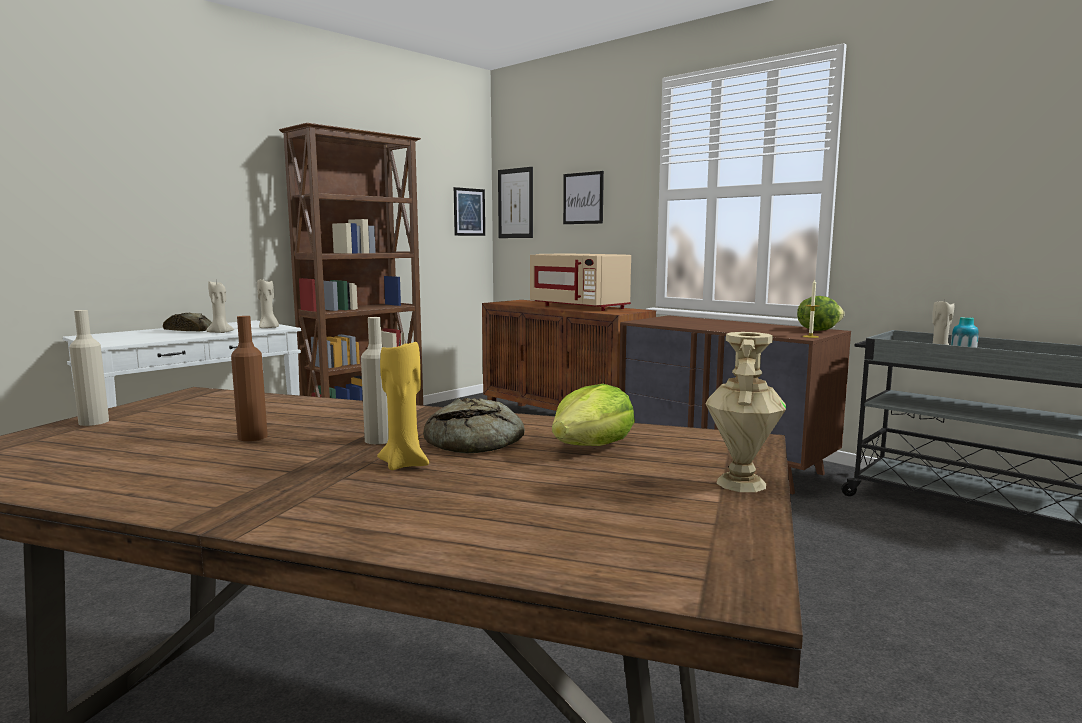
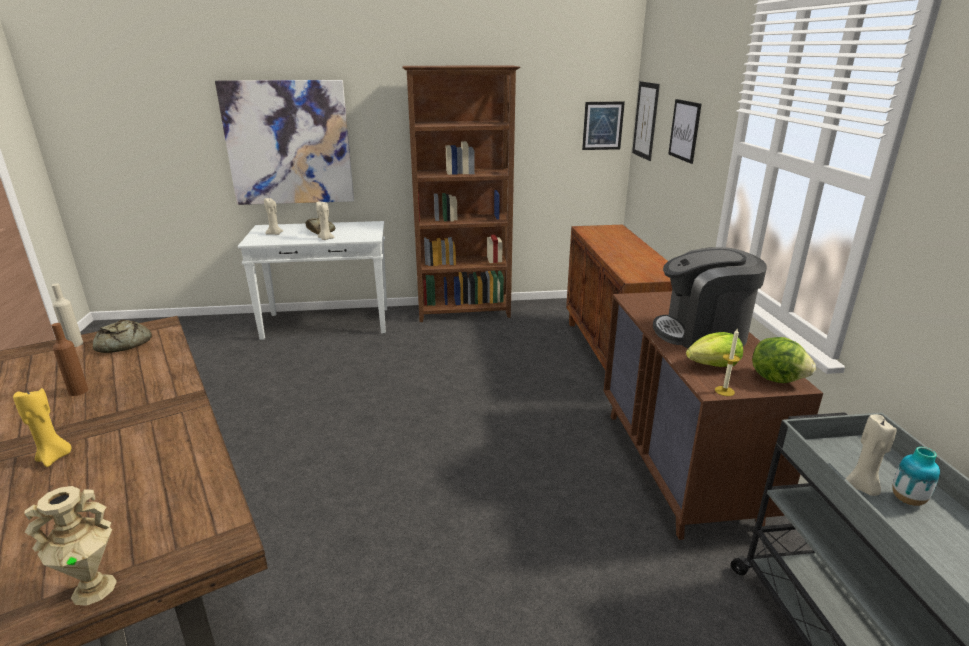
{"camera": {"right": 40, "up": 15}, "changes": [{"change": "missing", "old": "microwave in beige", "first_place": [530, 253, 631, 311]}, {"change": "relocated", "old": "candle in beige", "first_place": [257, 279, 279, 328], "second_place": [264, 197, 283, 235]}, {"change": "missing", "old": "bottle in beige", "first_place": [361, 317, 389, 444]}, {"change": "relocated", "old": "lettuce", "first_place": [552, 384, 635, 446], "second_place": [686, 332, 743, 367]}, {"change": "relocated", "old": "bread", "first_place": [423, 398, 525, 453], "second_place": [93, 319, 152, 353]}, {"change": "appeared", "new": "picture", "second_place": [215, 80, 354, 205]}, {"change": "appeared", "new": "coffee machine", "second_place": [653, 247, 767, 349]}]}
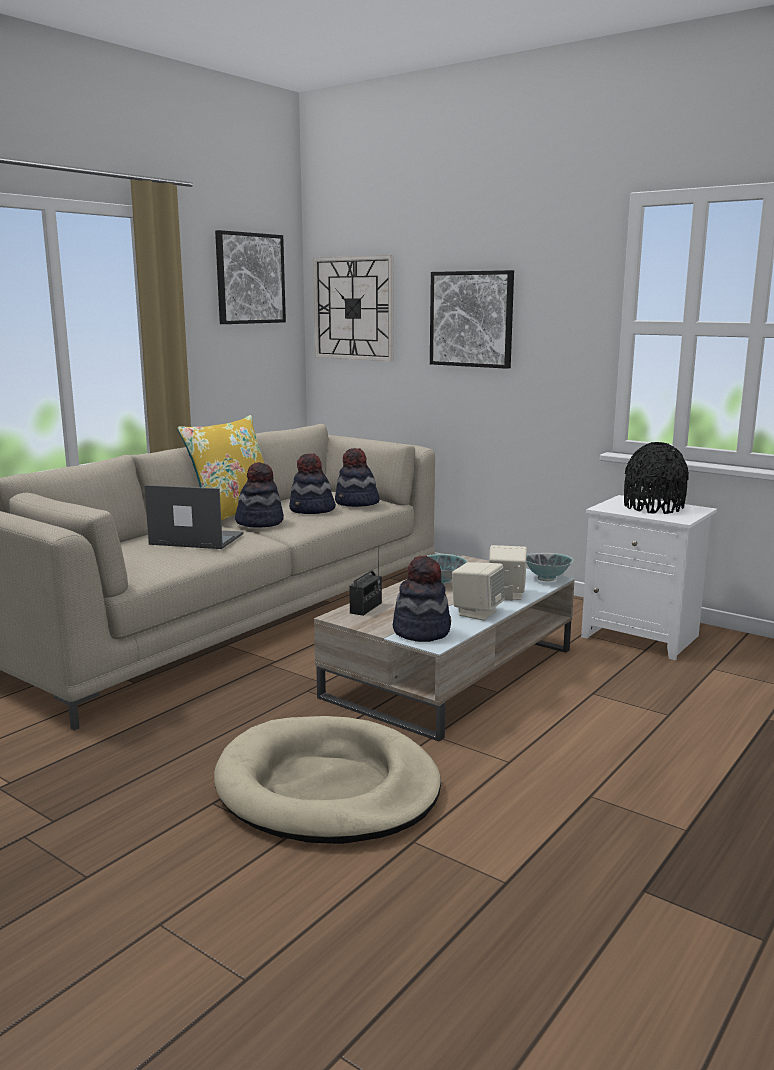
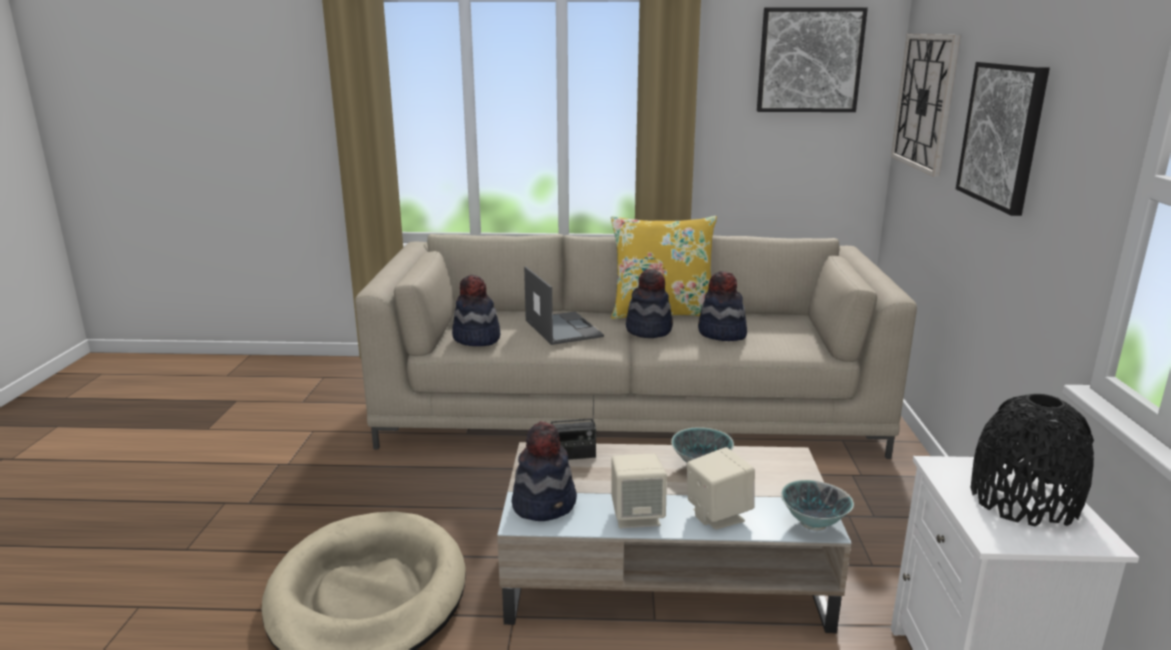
{"camera": {"right": 55, "up": 5}, "changes": [{"change": "relocated", "old": "hat", "first_place": [335, 448, 380, 507], "second_place": [452, 275, 500, 346]}]}
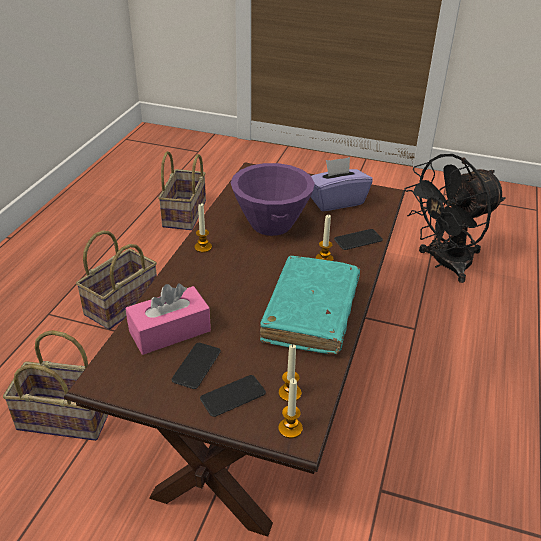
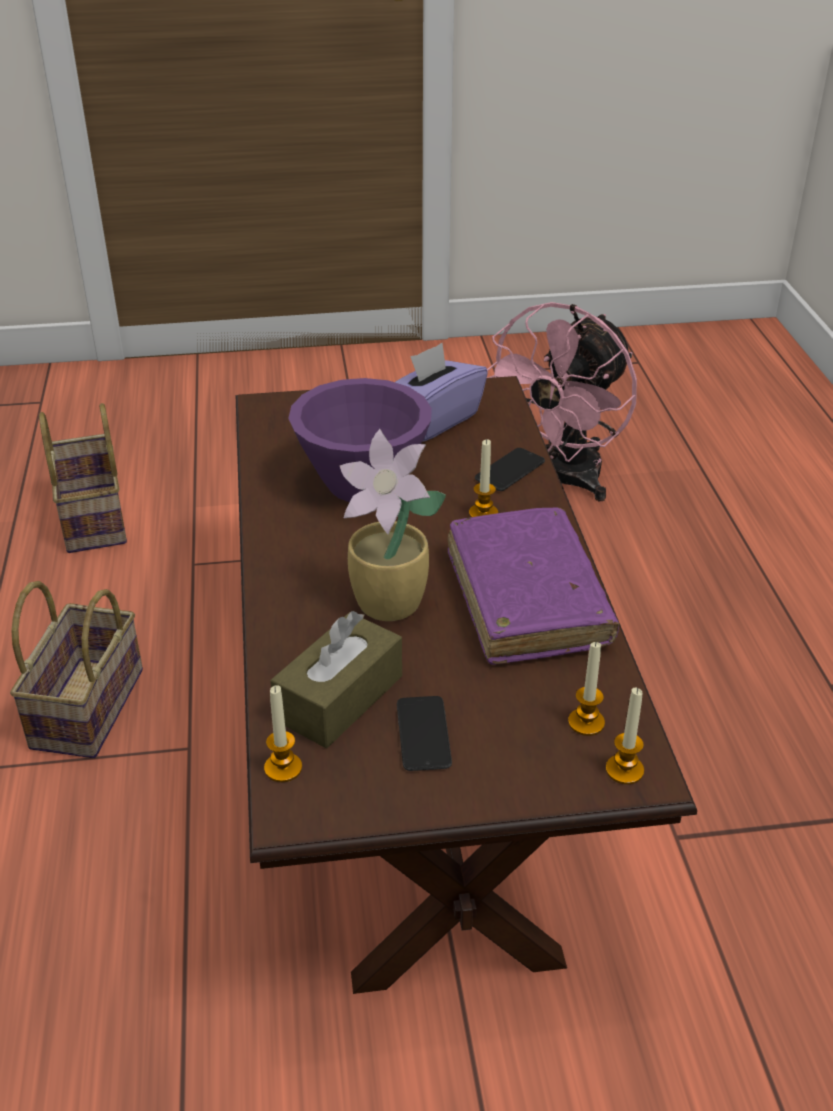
{"camera": {"right": -25, "up": 0}, "changes": [{"change": "colour", "old": "fan in black", "new": "fan in pink", "first_place": [404, 154, 506, 283], "second_place": [487, 302, 637, 502]}, {"change": "relocated", "old": "candle", "first_place": [194, 203, 212, 253], "second_place": [264, 685, 302, 782]}, {"change": "colour", "old": "book in turquoise", "new": "book in purple", "first_place": [260, 256, 360, 354], "second_place": [448, 507, 619, 665]}, {"change": "colour", "old": "tissue box in pink", "new": "tissue box in brown", "first_place": [125, 284, 211, 355], "second_place": [270, 611, 402, 748]}, {"change": "missing", "old": "basket", "first_place": [3, 330, 108, 441]}, {"change": "missing", "old": "phone", "first_place": [200, 375, 266, 417]}, {"change": "appeared", "new": "potted plant", "second_place": [340, 429, 446, 621]}]}
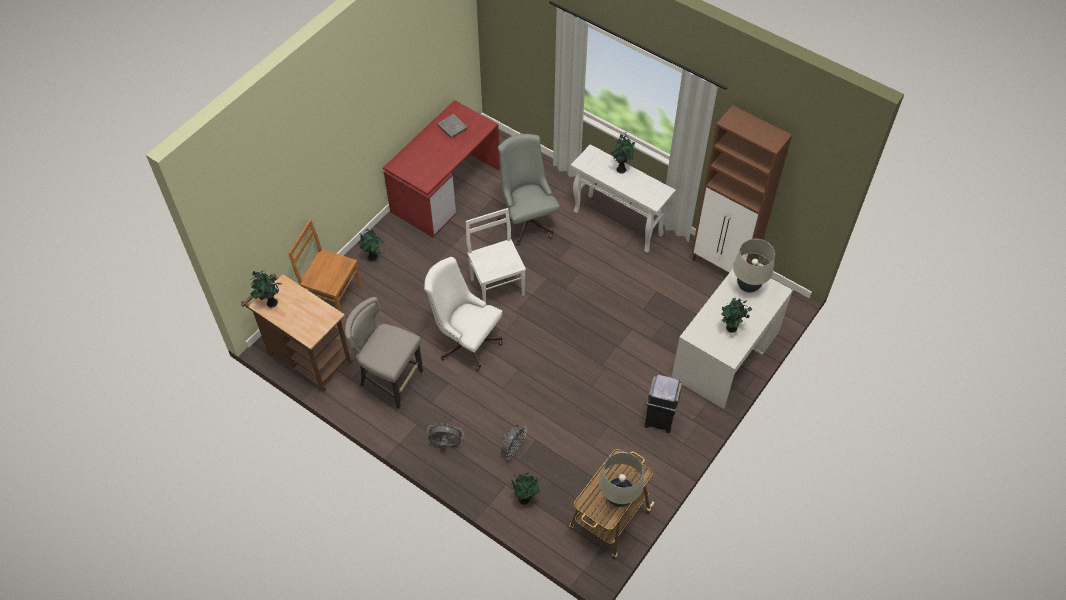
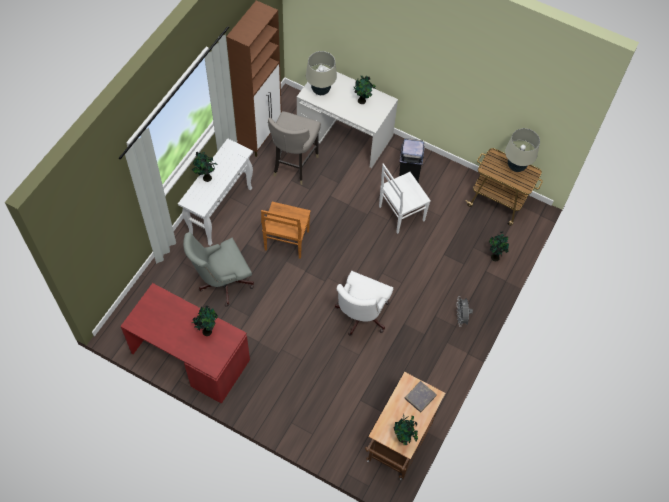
{"camera": {"right": -100, "up": 5}, "changes": [{"change": "relocated", "old": "book in grey", "first_place": [437, 114, 468, 139], "second_place": [404, 381, 437, 412]}, {"change": "relocated", "old": "chair in white", "first_place": [466, 208, 526, 303], "second_place": [379, 164, 431, 234]}, {"change": "relocated", "old": "chair in brown", "first_place": [288, 220, 361, 321], "second_place": [261, 202, 311, 259]}, {"change": "relocated", "old": "potted plant", "first_place": [358, 228, 384, 261], "second_place": [192, 306, 218, 336]}, {"change": "relocated", "old": "stool in grey", "first_place": [345, 297, 424, 413], "second_place": [268, 111, 321, 185]}, {"change": "missing", "old": "fan in grey", "first_place": [501, 425, 527, 460]}]}
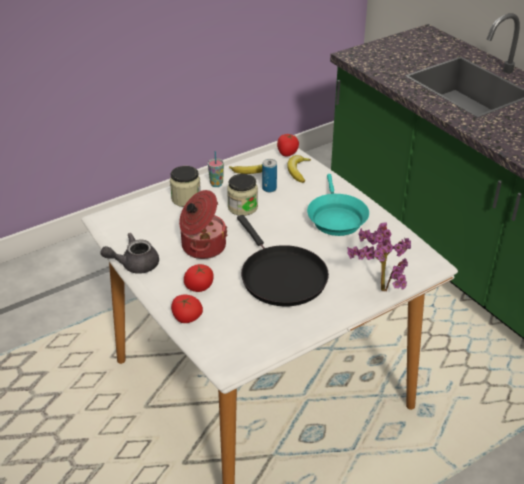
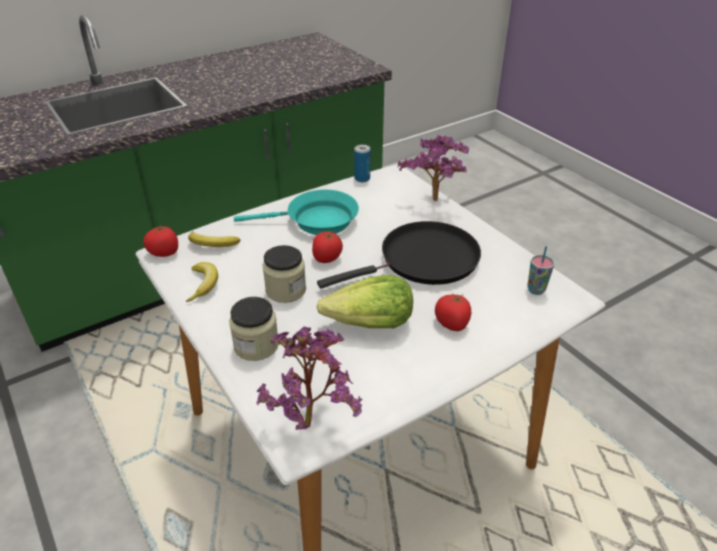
{"camera": {"right": -90, "up": 0}, "changes": [{"change": "relocated", "old": "cup", "first_place": [208, 151, 224, 187], "second_place": [527, 246, 555, 295]}, {"change": "relocated", "old": "can", "first_place": [262, 159, 277, 192], "second_place": [354, 144, 371, 182]}, {"change": "exchanged", "old": "cooking pot", "new": "lettuce", "first_place": [179, 190, 227, 259], "second_place": [316, 275, 413, 328]}, {"change": "missing", "old": "teapot in grey", "first_place": [100, 233, 159, 274]}, {"change": "relocated", "old": "tomato", "first_place": [171, 294, 203, 323], "second_place": [312, 232, 343, 263]}, {"change": "appeared", "new": "potted plant", "second_place": [257, 327, 362, 430]}]}
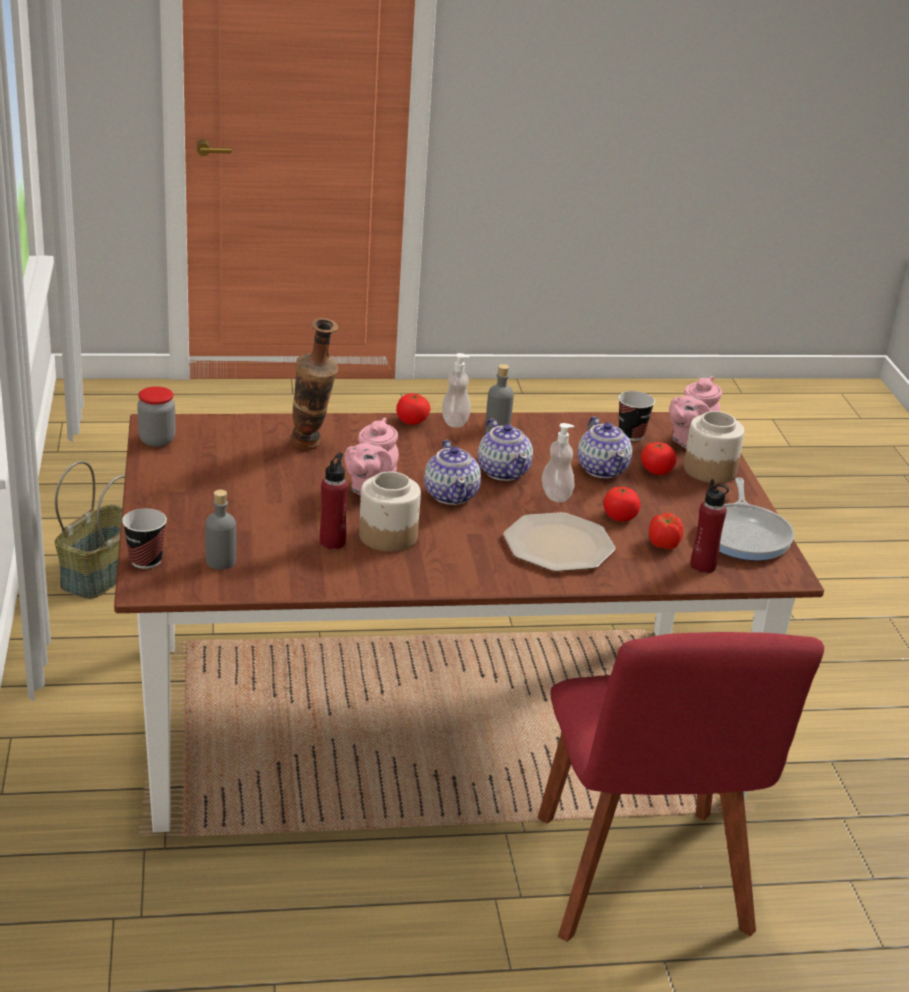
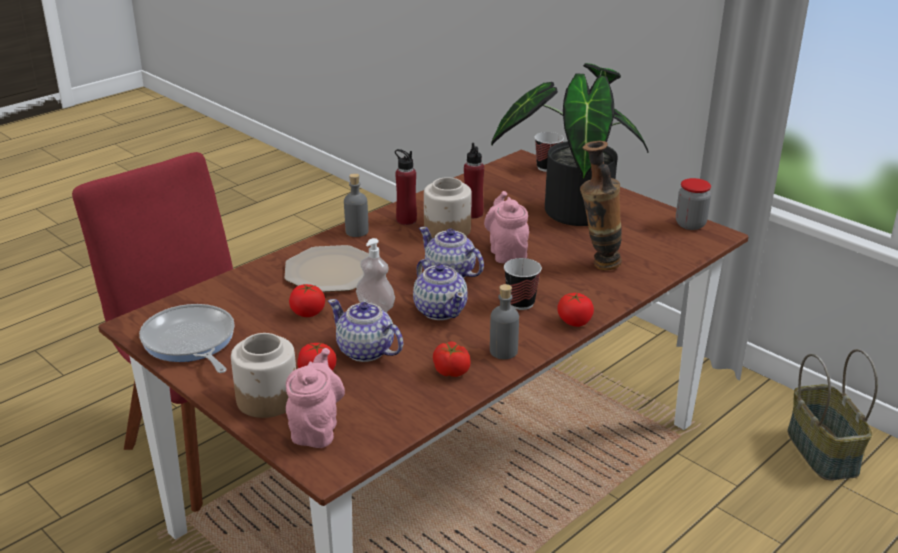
{"camera": {"right": 145, "up": 0}, "changes": [{"change": "missing", "old": "soap dispenser", "first_place": [442, 353, 471, 428]}, {"change": "relocated", "old": "cup", "first_place": [618, 391, 655, 441], "second_place": [504, 258, 542, 310]}, {"change": "spun", "old": "teapot", "first_place": [478, 419, 533, 481], "second_place": [413, 259, 468, 320], "degrees": -150}, {"change": "relocated", "old": "bottle in red", "first_place": [691, 479, 729, 573], "second_place": [395, 149, 417, 225]}, {"change": "relocated", "old": "bottle in grey", "first_place": [205, 490, 236, 570], "second_place": [344, 173, 369, 237]}, {"change": "relocated", "old": "tomato", "first_place": [649, 513, 683, 549], "second_place": [433, 341, 470, 377]}, {"change": "appeared", "new": "potted plant", "second_place": [491, 63, 648, 226]}]}
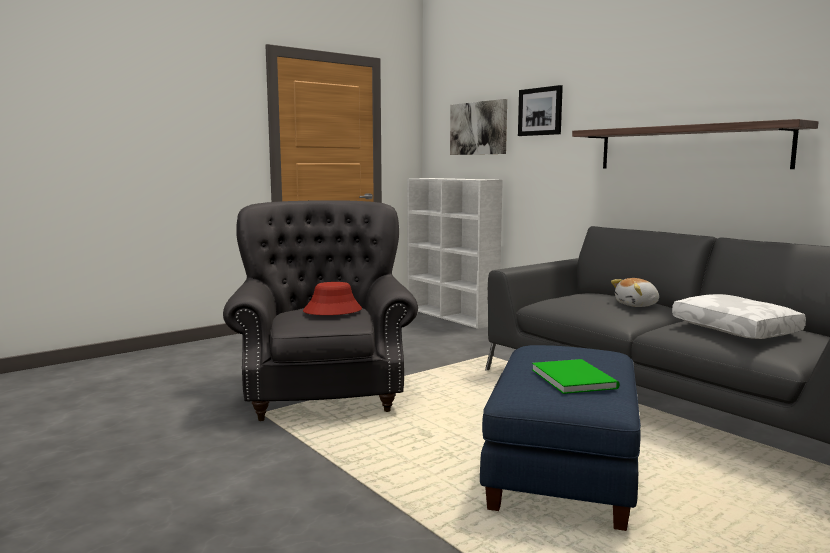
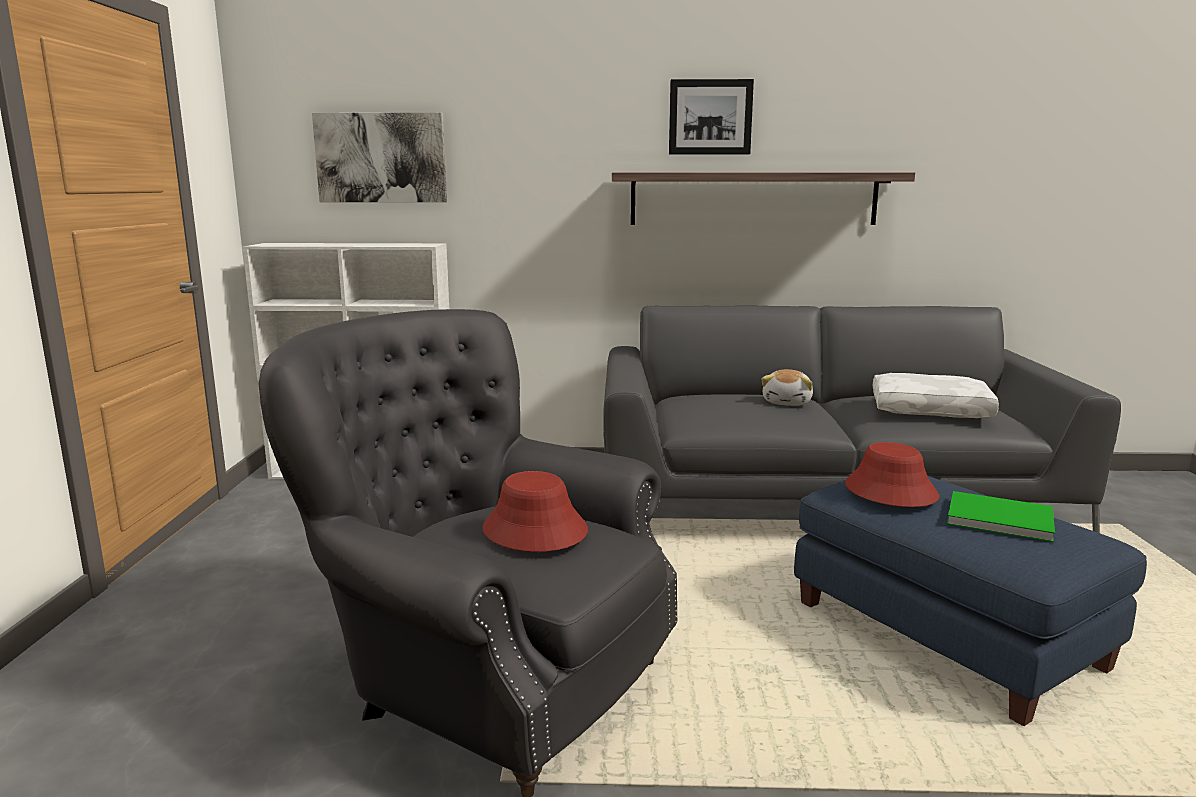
{"camera": {"right": -50, "up": 5}, "changes": [{"change": "relocated", "old": "picture", "first_place": [518, 85, 563, 136], "second_place": [669, 79, 754, 155]}, {"change": "appeared", "new": "hat in red", "second_place": [845, 442, 939, 507]}]}
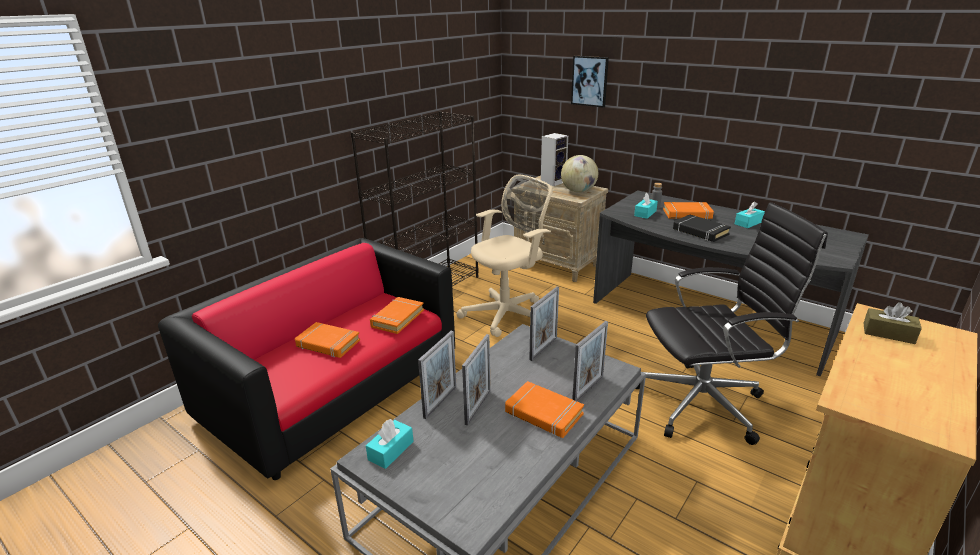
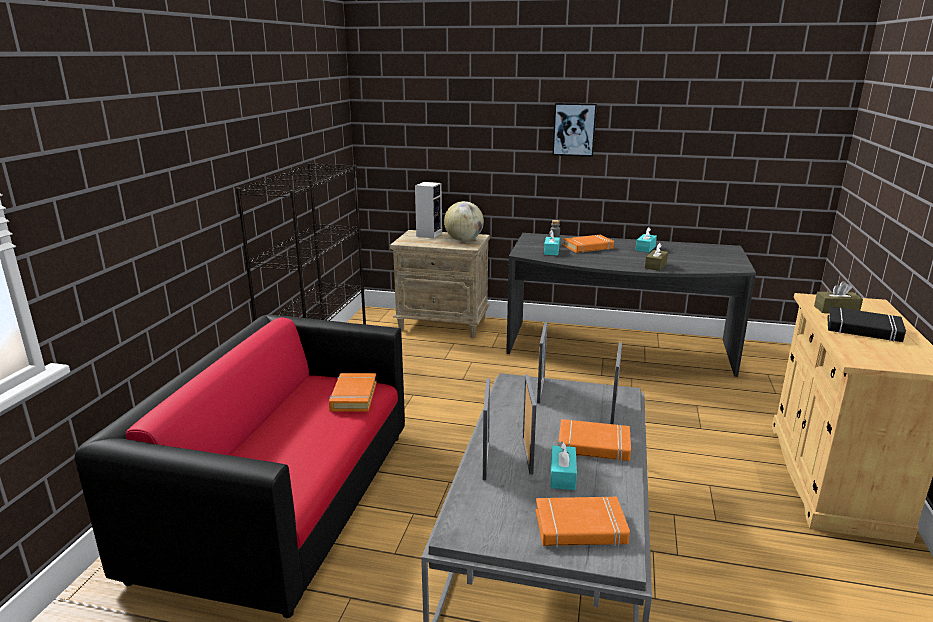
{"camera": {"right": -25, "up": -5}, "changes": [{"change": "relocated", "old": "picture", "first_place": [571, 56, 609, 108], "second_place": [552, 103, 597, 157]}, {"change": "missing", "old": "office chair in beige", "first_place": [456, 175, 553, 337]}, {"change": "missing", "old": "office chair in black", "first_place": [636, 202, 828, 445]}, {"change": "relocated", "old": "book in black", "first_place": [673, 215, 731, 242], "second_place": [827, 307, 906, 342]}, {"change": "relocated", "old": "book in orange", "first_place": [295, 322, 360, 358], "second_place": [536, 497, 630, 548]}, {"change": "relocated", "old": "tissue box in turquoise", "first_place": [366, 419, 414, 469], "second_place": [551, 441, 577, 490]}, {"change": "appeared", "new": "tissue box in brown", "second_place": [645, 243, 668, 271]}]}
